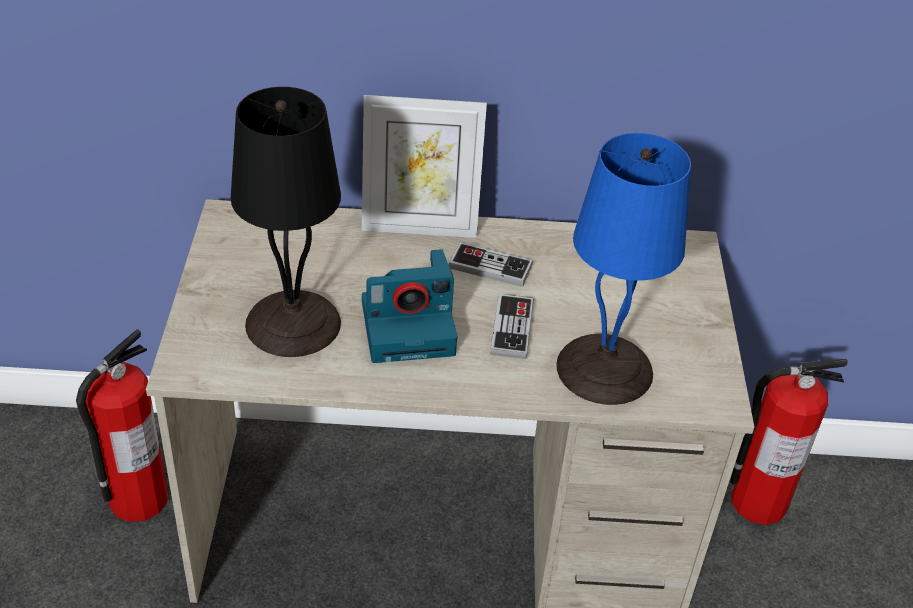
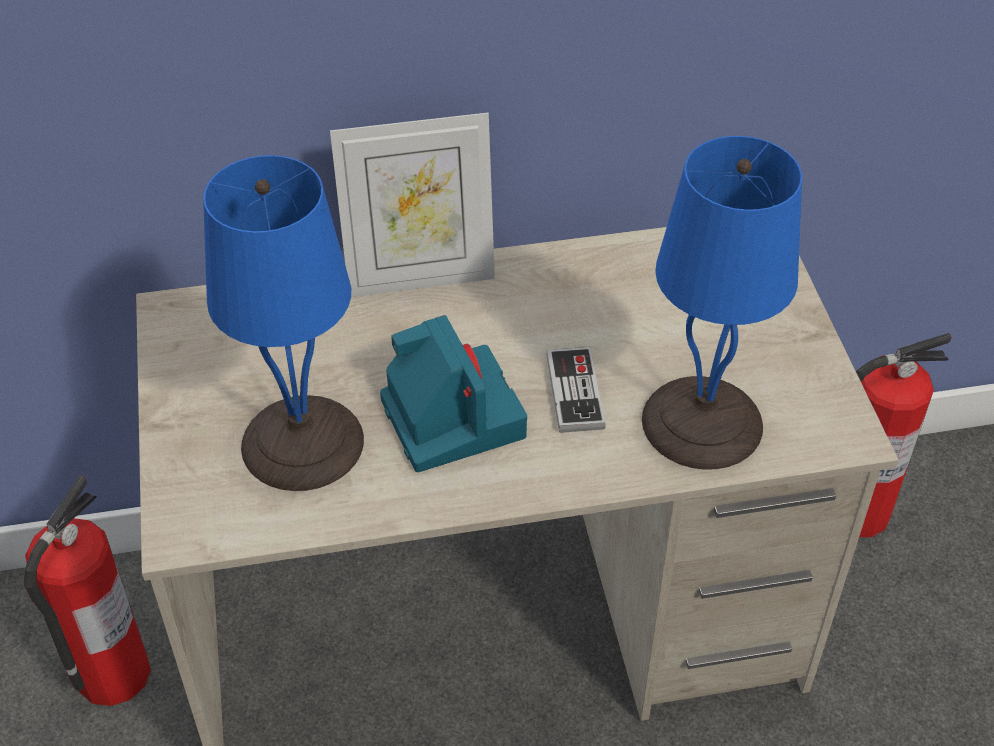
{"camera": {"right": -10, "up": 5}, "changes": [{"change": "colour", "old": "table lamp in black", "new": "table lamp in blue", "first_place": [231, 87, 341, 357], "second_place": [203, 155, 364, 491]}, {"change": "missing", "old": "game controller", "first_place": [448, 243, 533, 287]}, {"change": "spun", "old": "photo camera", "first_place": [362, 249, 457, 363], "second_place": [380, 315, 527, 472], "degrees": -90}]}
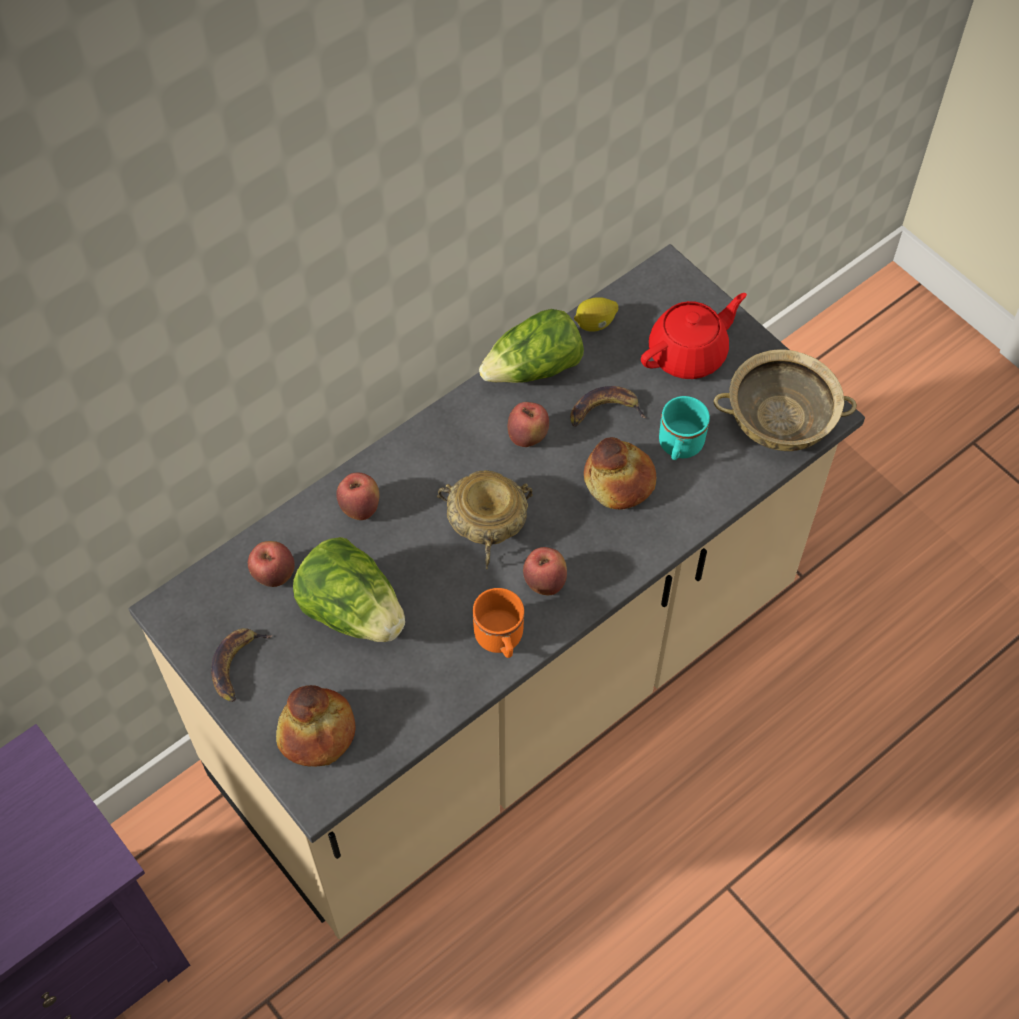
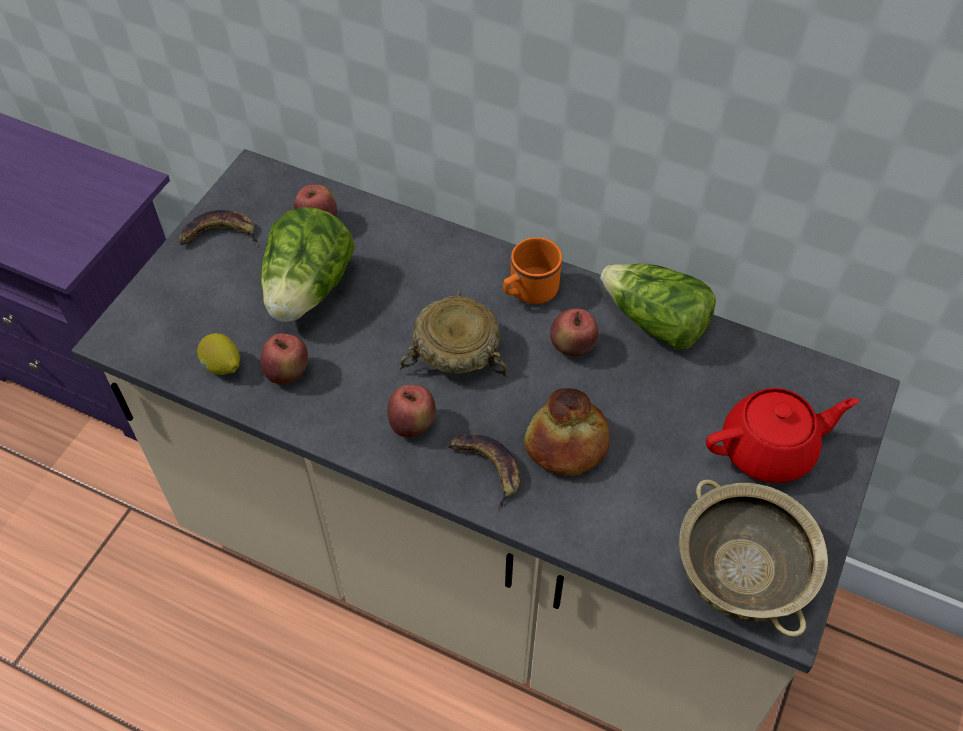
{"camera": {"right": 65, "up": -5}, "changes": [{"change": "spun", "old": "teapot in red", "first_place": [641, 293, 747, 379], "second_place": [706, 388, 859, 483], "degrees": -45}, {"change": "relocated", "old": "lemon", "first_place": [574, 297, 618, 332], "second_place": [197, 333, 240, 375]}, {"change": "relocated", "old": "banana", "first_place": [570, 386, 646, 427], "second_place": [447, 434, 520, 511]}, {"change": "missing", "old": "mug in turquoise", "first_place": [659, 396, 710, 460]}, {"change": "relocated", "old": "apple", "first_place": [336, 472, 380, 520], "second_place": [260, 333, 308, 384]}, {"change": "relocated", "old": "mug in orange", "first_place": [473, 588, 524, 658], "second_place": [503, 237, 562, 304]}, {"change": "missing", "old": "bread", "first_place": [276, 685, 356, 767]}]}
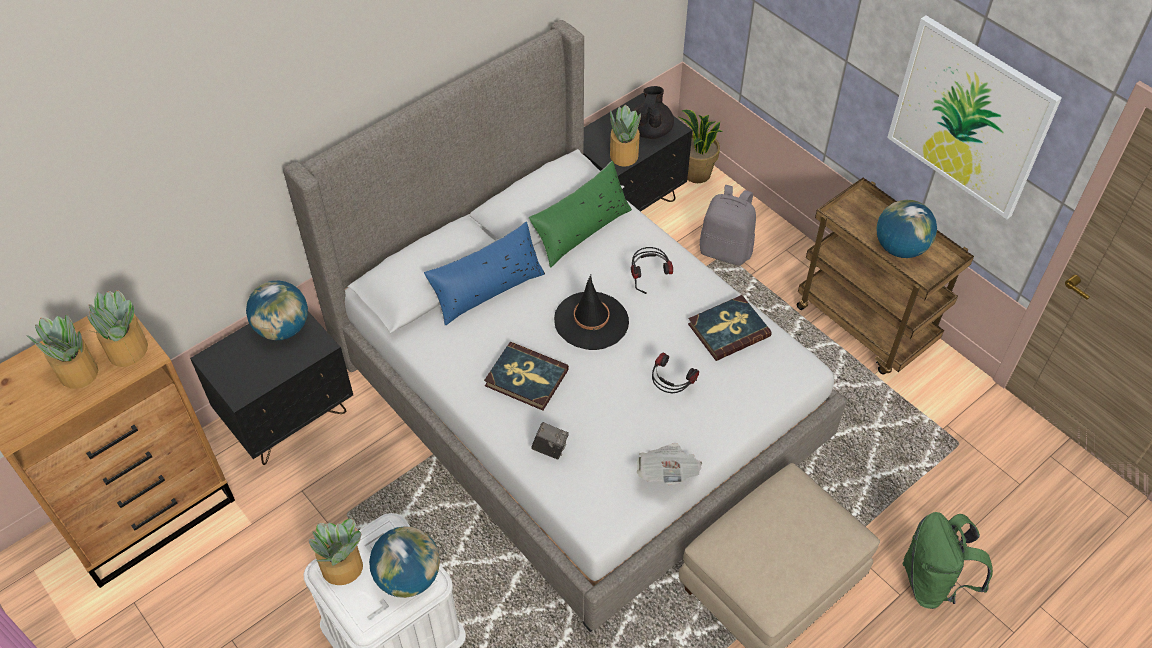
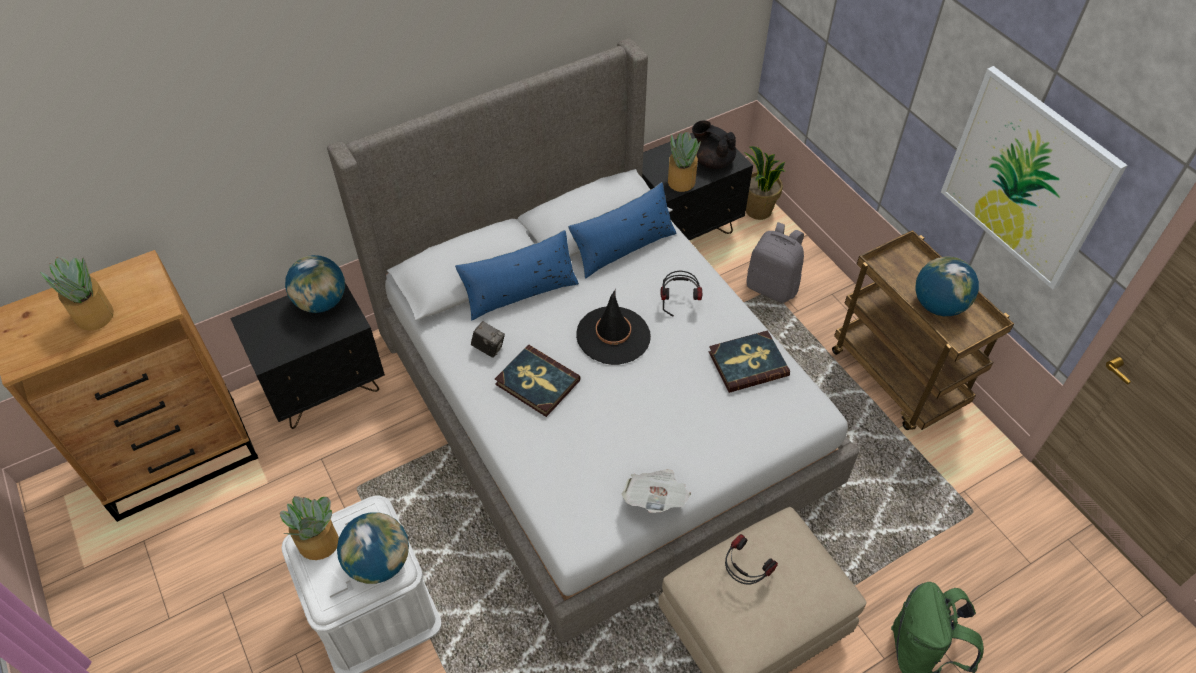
{"camera": {"right": 10, "up": 0}, "changes": [{"change": "spun", "old": "teapot in black", "first_place": [633, 86, 674, 139], "second_place": [692, 120, 736, 169], "degrees": -75}, {"change": "colour", "old": "pillow in green", "new": "pillow in blue", "first_place": [529, 161, 632, 268], "second_place": [568, 182, 676, 279]}, {"change": "missing", "old": "potted plant", "first_place": [87, 290, 148, 367]}, {"change": "relocated", "old": "headphones", "first_place": [652, 353, 699, 393], "second_place": [725, 534, 778, 584]}, {"change": "relocated", "old": "photo camera", "first_place": [531, 422, 569, 459], "second_place": [471, 321, 505, 358]}]}
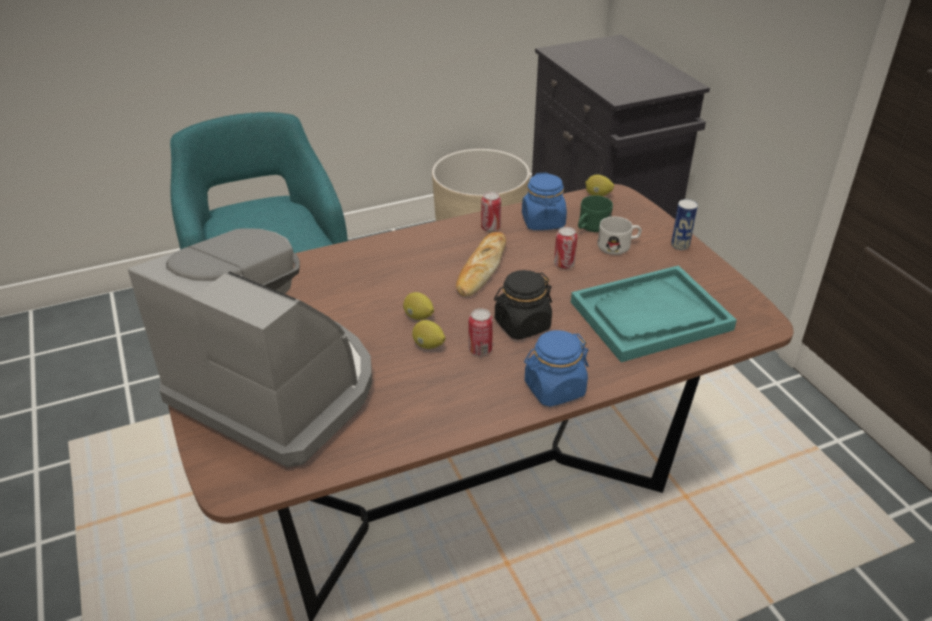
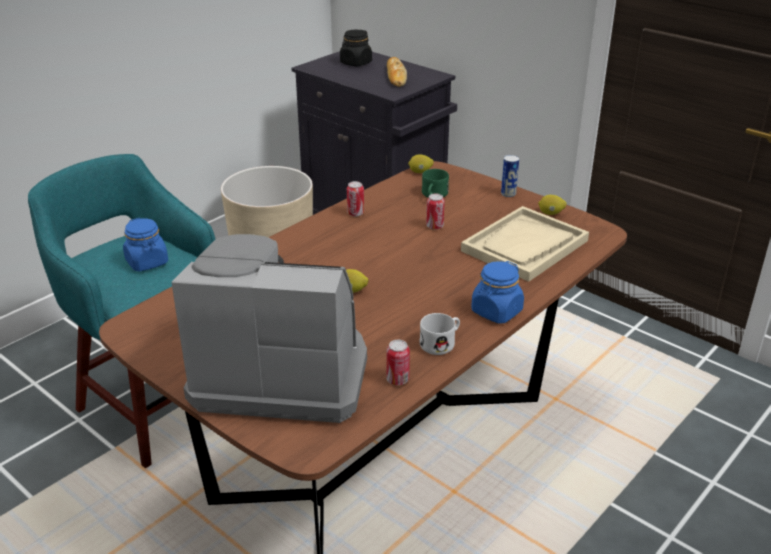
{"camera": {"right": -25, "up": -5}, "changes": [{"change": "relocated", "old": "jar in blue", "first_place": [522, 172, 567, 230], "second_place": [123, 218, 168, 271]}, {"change": "relocated", "old": "mug in white", "first_place": [598, 216, 642, 255], "second_place": [420, 313, 460, 355]}, {"change": "relocated", "old": "bread", "first_place": [456, 232, 506, 297], "second_place": [387, 57, 407, 87]}, {"change": "colour", "old": "tray in turquoise", "new": "tray in beige", "first_place": [571, 265, 737, 362], "second_place": [461, 206, 589, 282]}, {"change": "relocated", "old": "jar in black", "first_place": [494, 270, 552, 340], "second_place": [340, 30, 372, 66]}, {"change": "relocated", "old": "can", "first_place": [469, 308, 493, 355], "second_place": [386, 340, 410, 385]}, {"change": "relocated", "old": "lemon", "first_place": [412, 320, 445, 349], "second_place": [538, 195, 566, 215]}]}
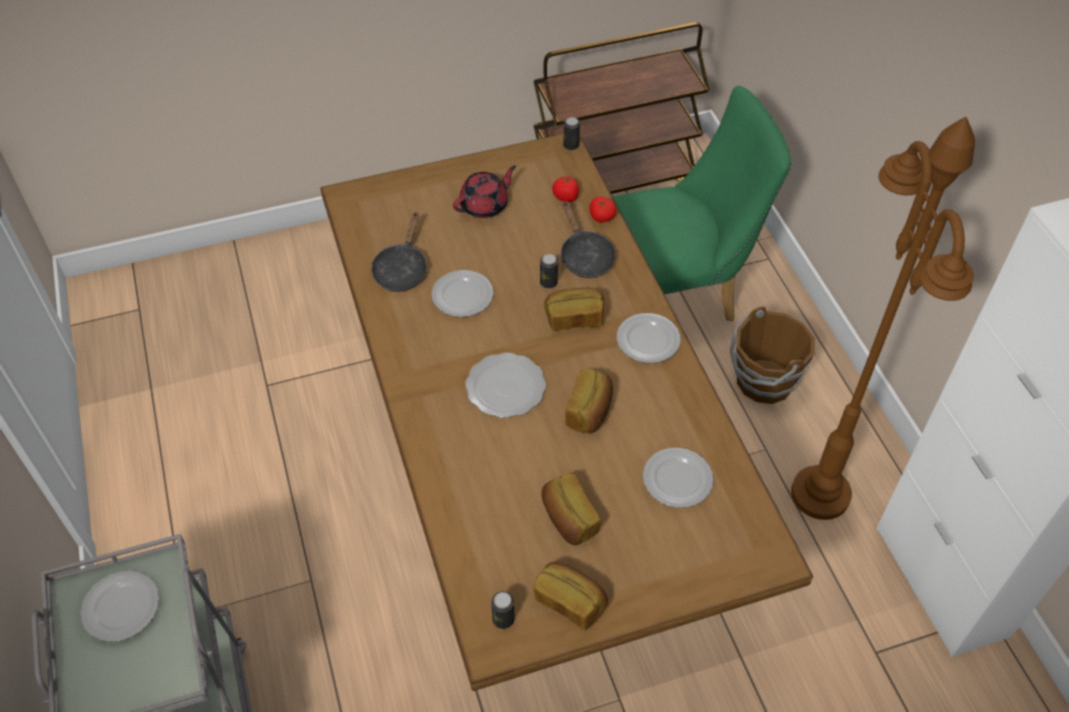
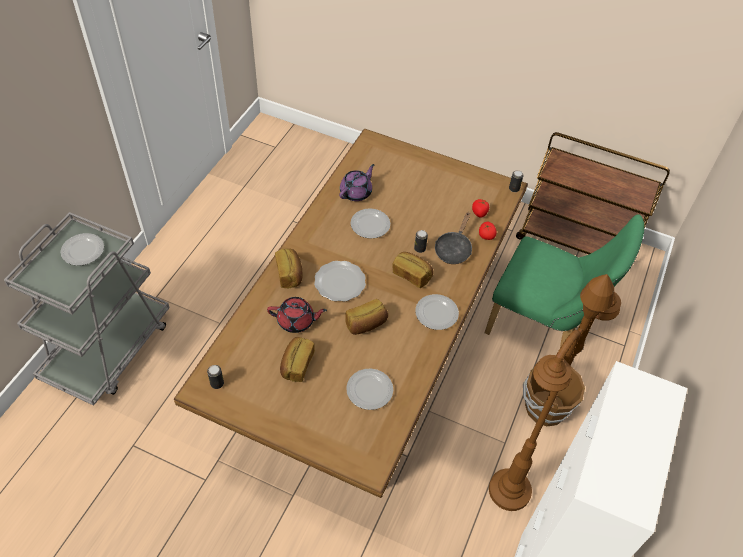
{"camera": {"right": 40, "up": 0}, "changes": [{"change": "relocated", "old": "teapot in red", "first_place": [453, 165, 516, 218], "second_place": [267, 297, 327, 333]}, {"change": "exchanged", "old": "frying pan in black", "new": "teapot in purple", "first_place": [371, 213, 427, 292], "second_place": [339, 164, 375, 201]}, {"change": "relocated", "old": "bread", "first_place": [533, 562, 608, 630], "second_place": [275, 249, 303, 288]}]}
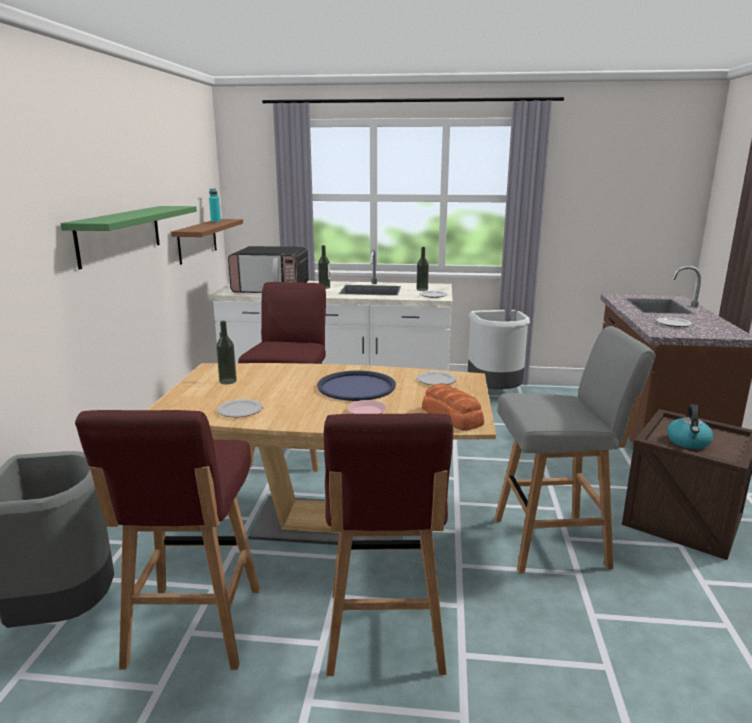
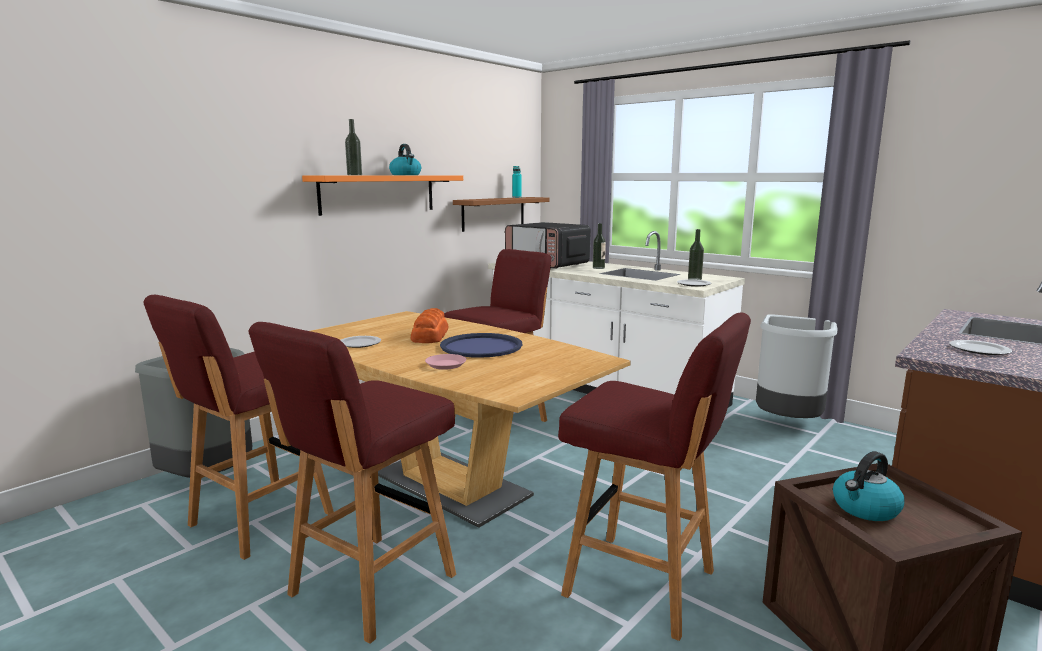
{"camera": {"right": 35, "up": -5}, "changes": [{"change": "colour", "old": "shelf in green", "new": "shelf in orange", "first_place": [60, 206, 197, 269], "second_place": [302, 175, 463, 216]}, {"change": "relocated", "old": "bottle", "first_place": [216, 321, 237, 384], "second_place": [345, 119, 362, 175]}, {"change": "colour", "old": "stool in grey", "new": "stool in red", "first_place": [494, 326, 656, 573], "second_place": [558, 312, 751, 641]}, {"change": "missing", "old": "plate", "first_place": [417, 371, 456, 385]}, {"change": "relocated", "old": "bread", "first_place": [422, 383, 484, 431], "second_place": [410, 308, 449, 343]}, {"change": "appeared", "new": "kettle", "second_place": [389, 144, 421, 175]}]}
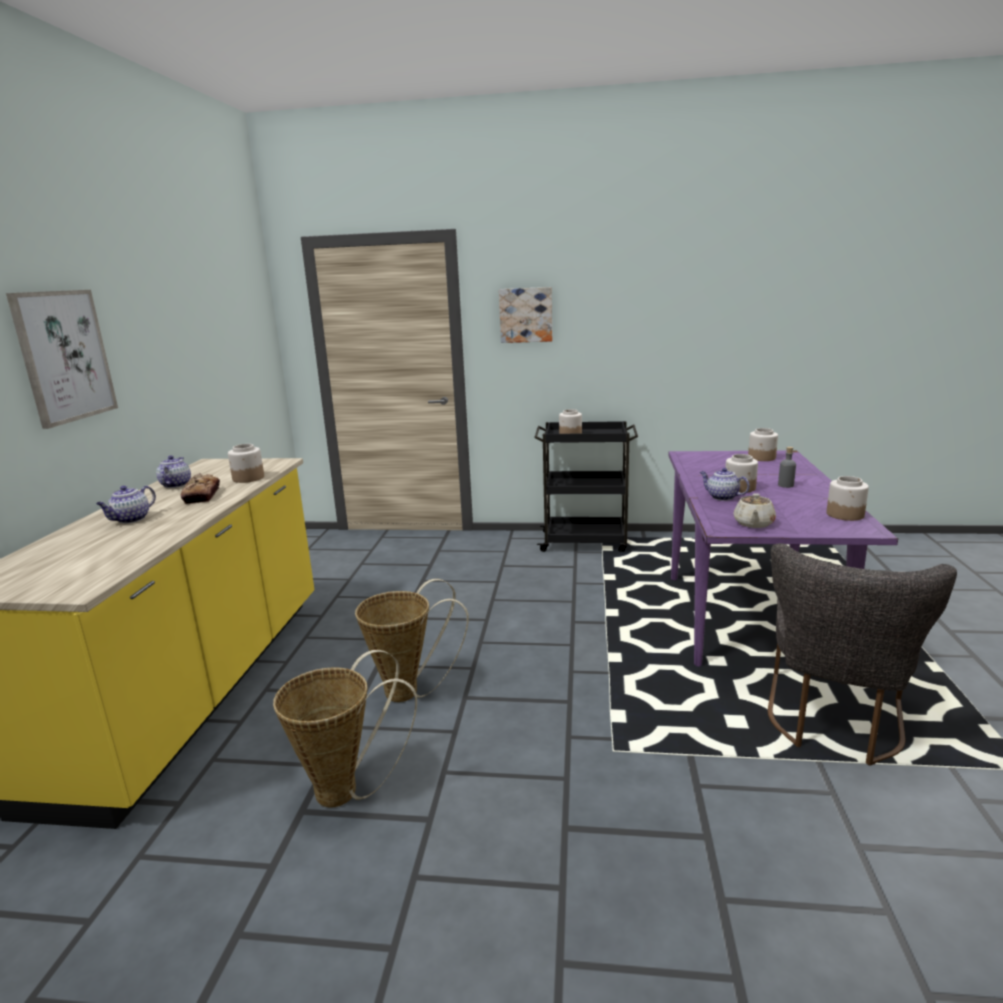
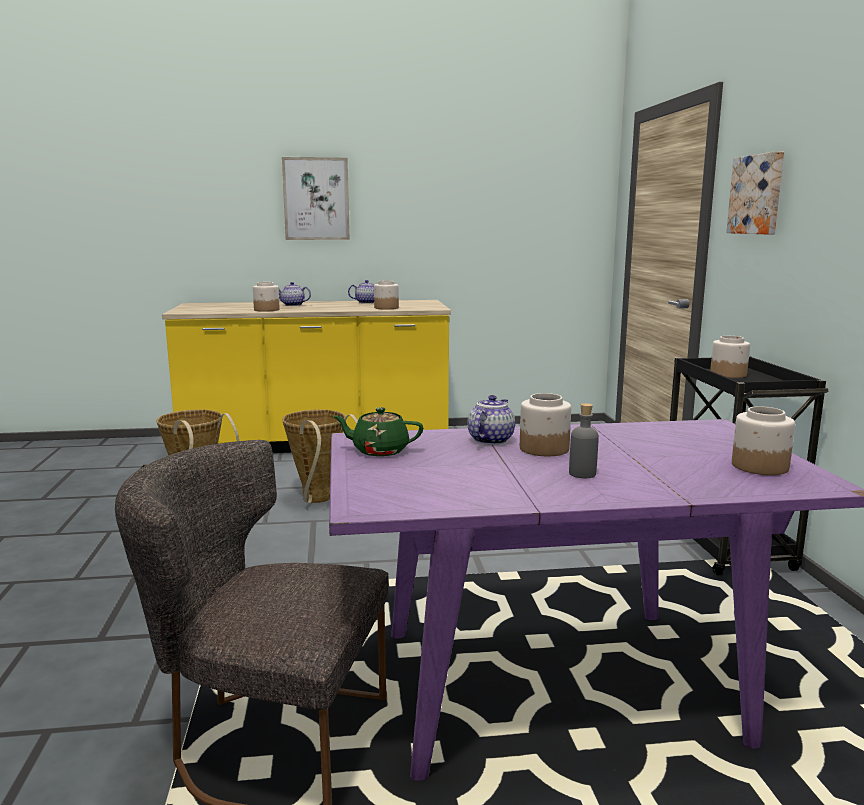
{"camera": {"right": 75, "up": -5}, "changes": [{"change": "missing", "old": "bread", "first_place": [181, 473, 220, 504]}, {"change": "relocated", "old": "jar", "first_place": [827, 476, 869, 521], "second_place": [253, 282, 280, 311]}, {"change": "colour", "old": "teapot in beige", "new": "teapot in green", "first_place": [733, 493, 776, 528], "second_place": [333, 407, 423, 456]}]}
